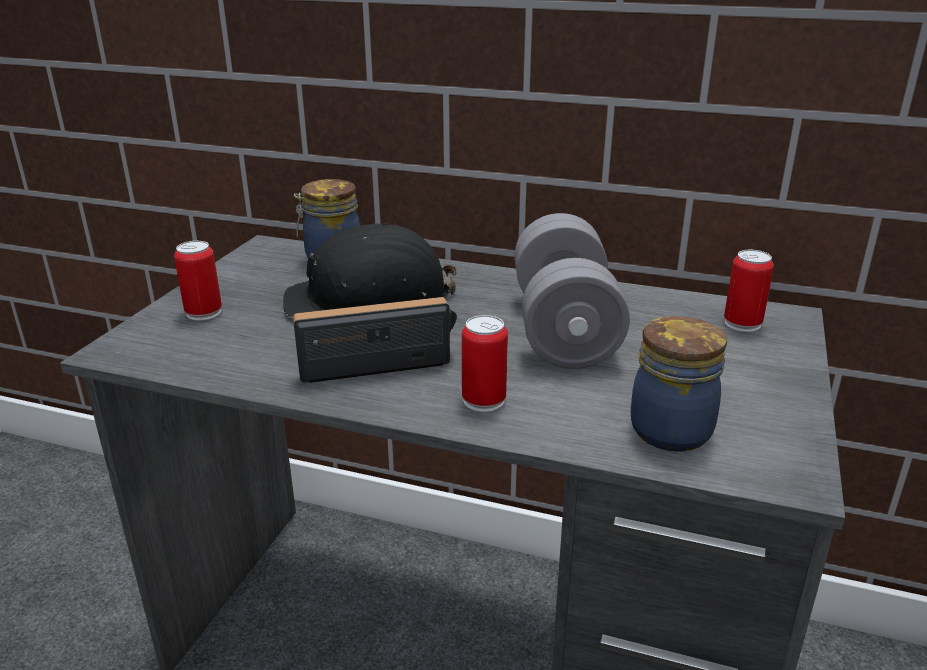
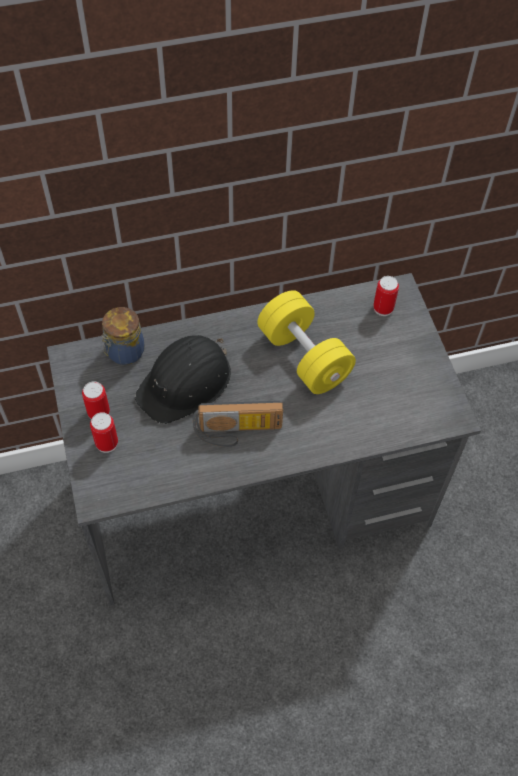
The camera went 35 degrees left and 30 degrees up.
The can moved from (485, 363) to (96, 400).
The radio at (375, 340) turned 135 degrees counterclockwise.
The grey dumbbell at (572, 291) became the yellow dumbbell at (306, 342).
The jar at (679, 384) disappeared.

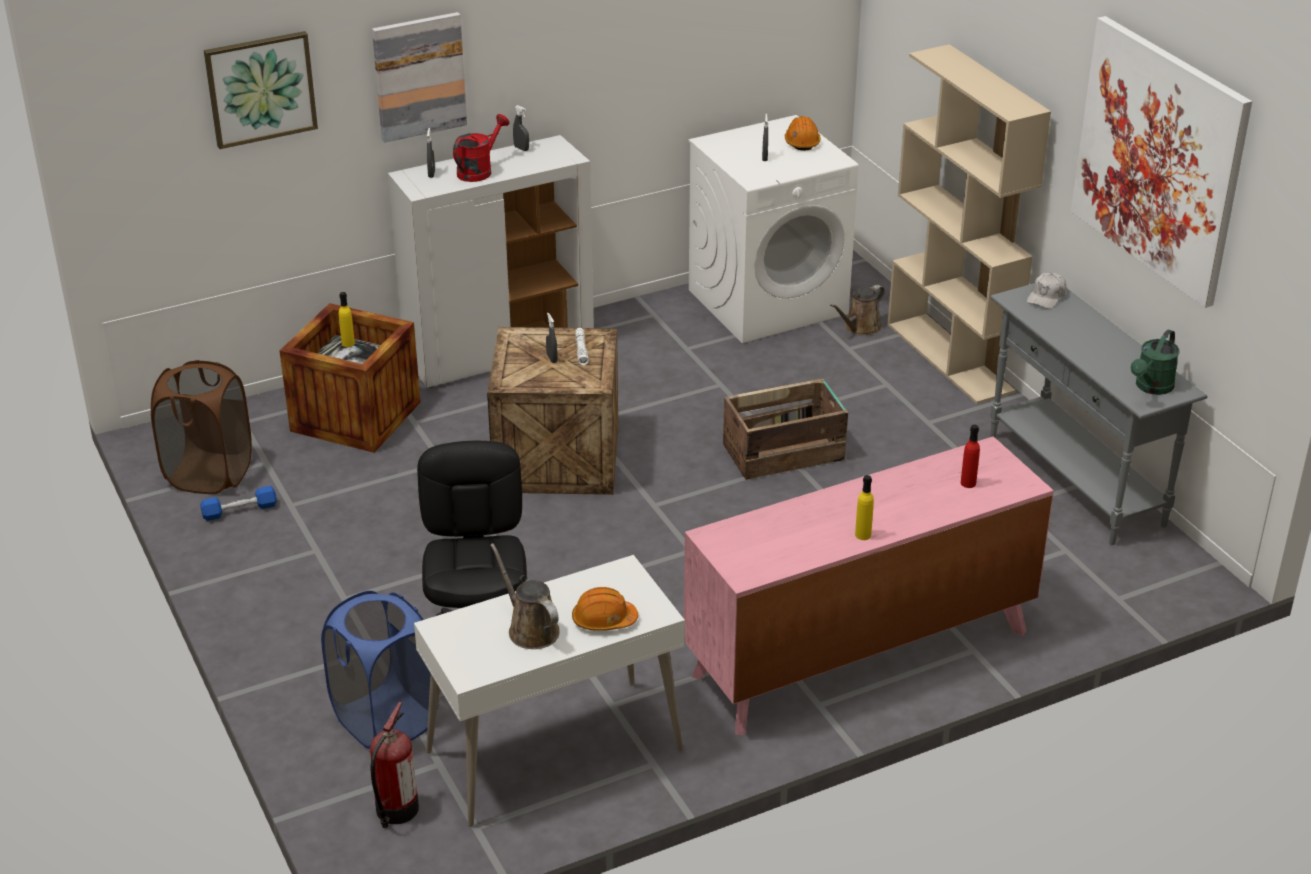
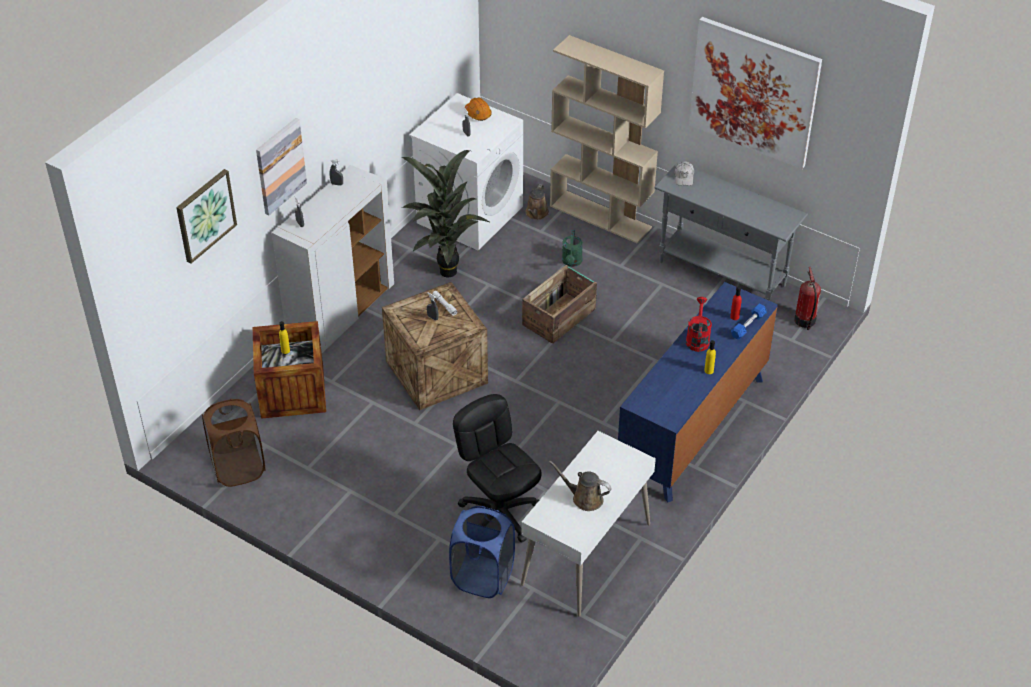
The camera went 30 degrees left and 10 degrees up.
The potted plant at (446, 213) appeared.
The green watering can moved from (1155, 362) to (572, 248).
The pink dresser at (869, 585) became the blue dresser at (698, 392).
The red watering can moved from (481, 148) to (699, 324).
The blue dumbbell moved from (238, 503) to (749, 322).
The fire extinguisher moved from (394, 765) to (807, 298).
The orange hard hat at (605, 609) disappeared.

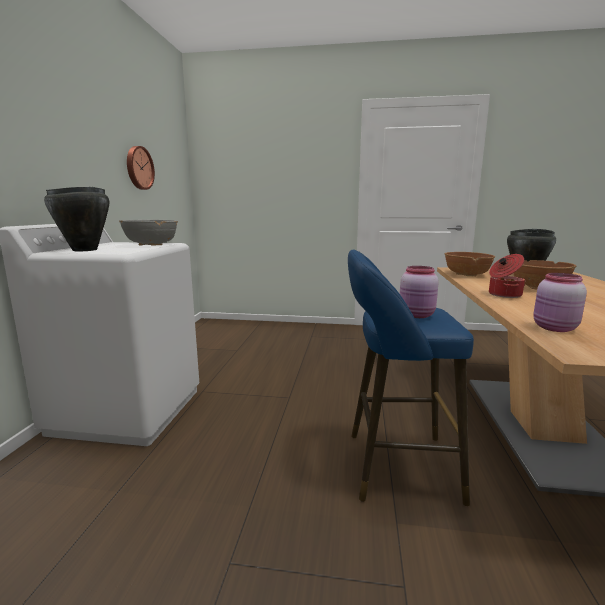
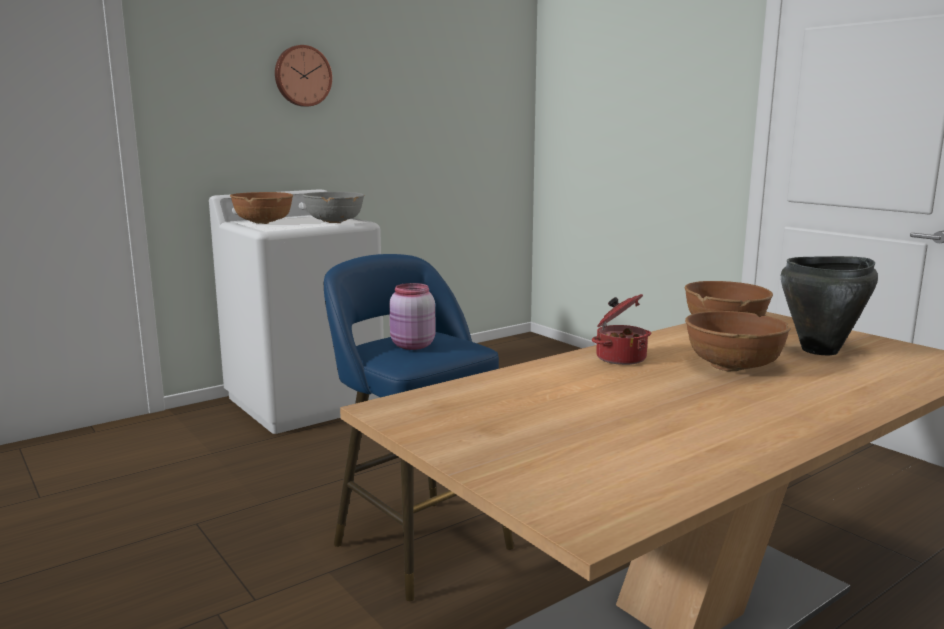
The camera went 45 degrees right and 0 degrees up.
The black cooking pot at (76, 219) was replaced by the brown bowl at (261, 208).
The wall clock moved from (141, 168) to (303, 76).
The pink jar at (560, 302) disappeared.

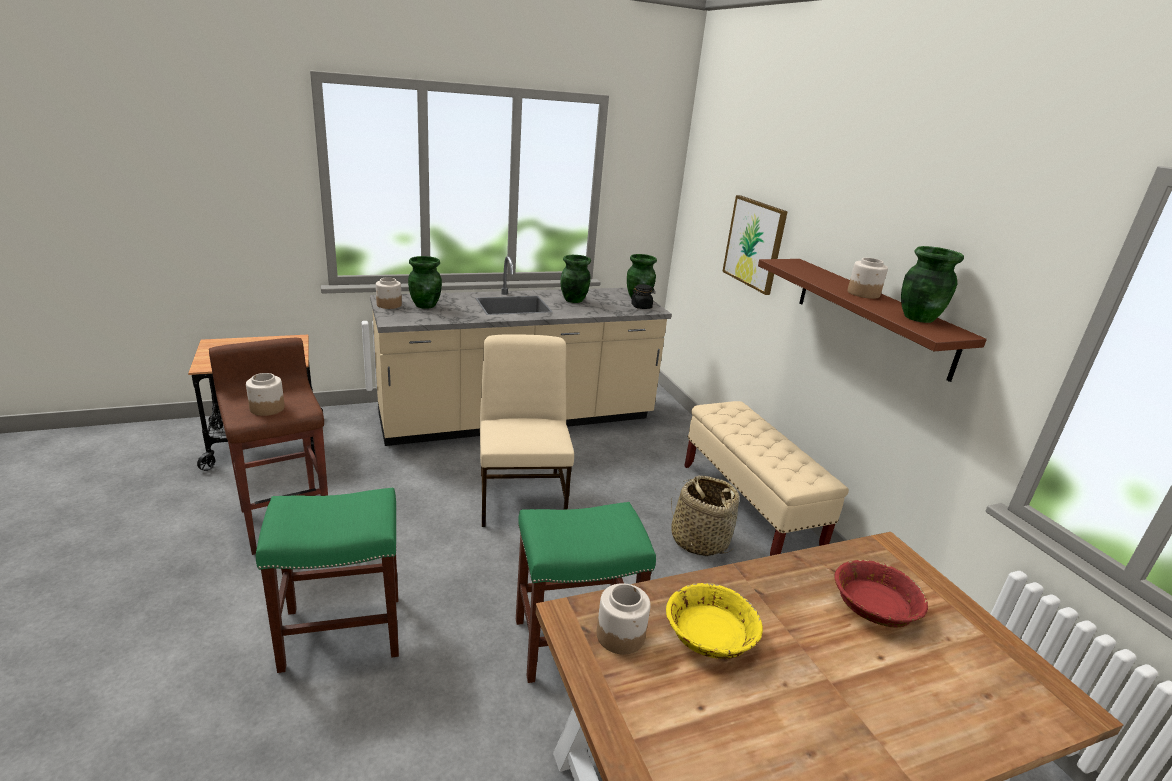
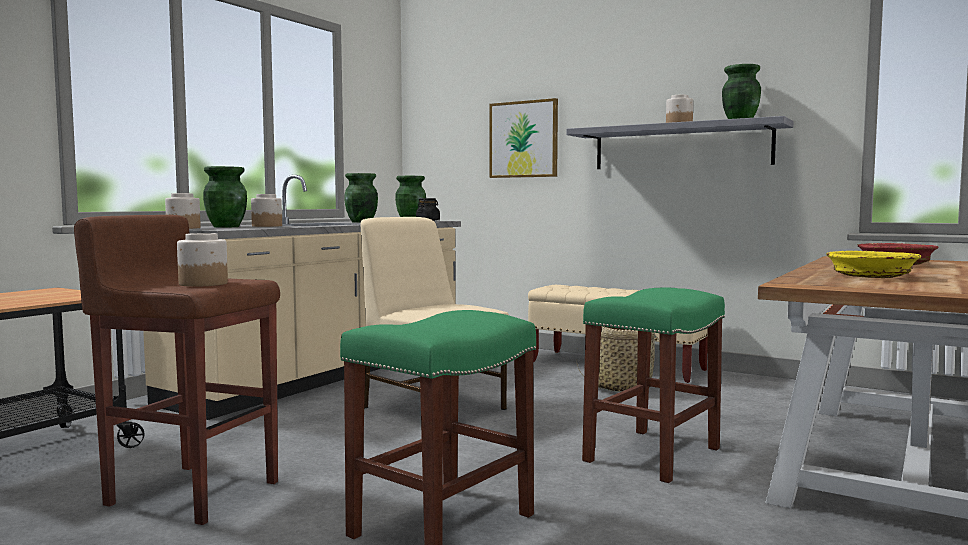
The camera went 35 degrees left and 20 degrees down.
The jar moved from (624, 619) to (266, 210).
The brown shelf at (872, 320) became the grey shelf at (680, 142).

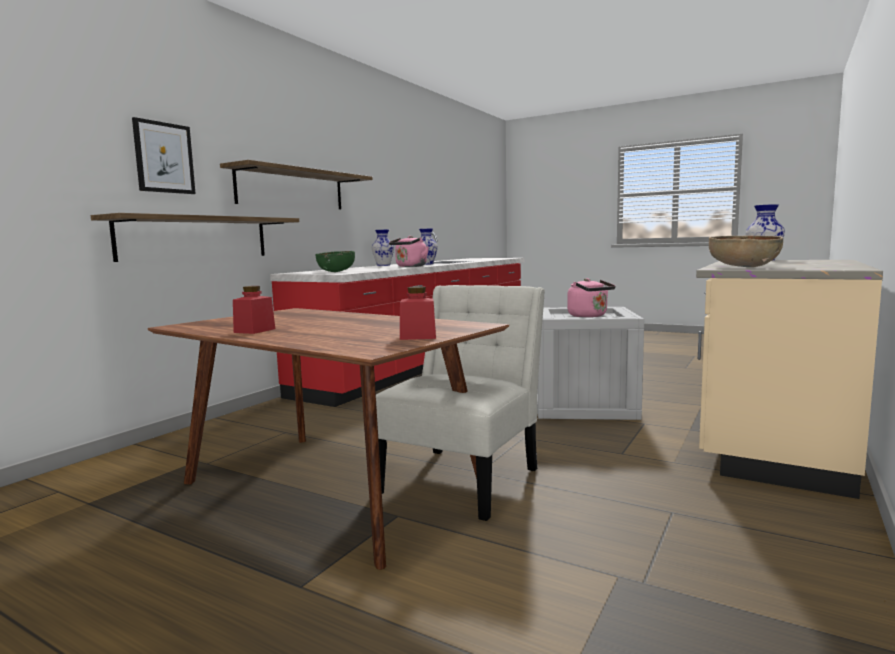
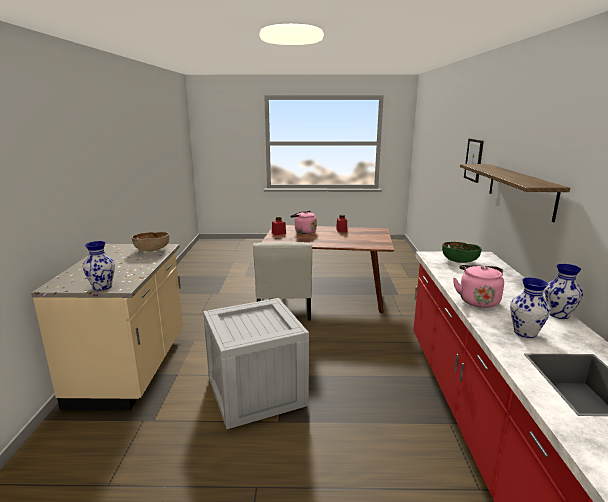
The camera went 150 degrees right and 10 degrees up.
The pink kettle moved from (591, 297) to (303, 222).
The shelf at (195, 237) disappeared.

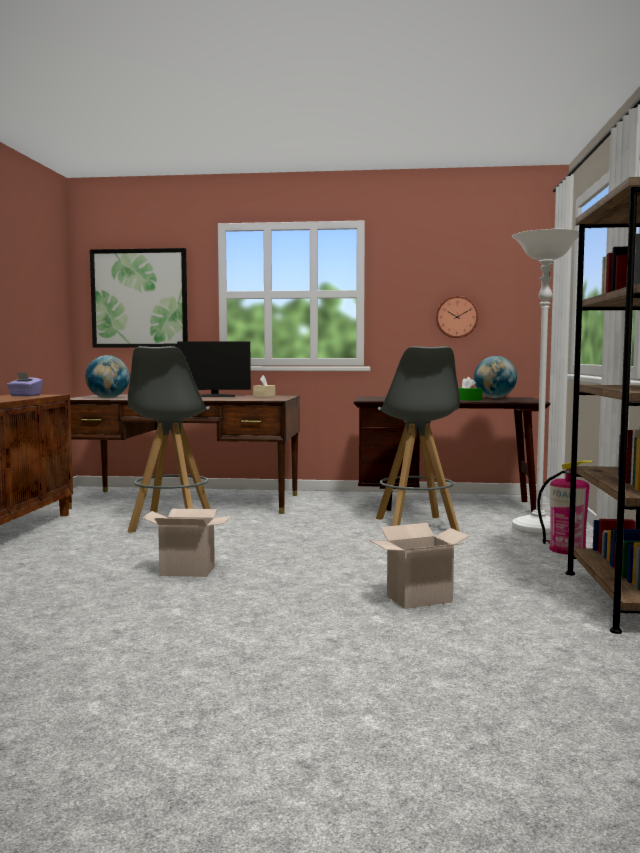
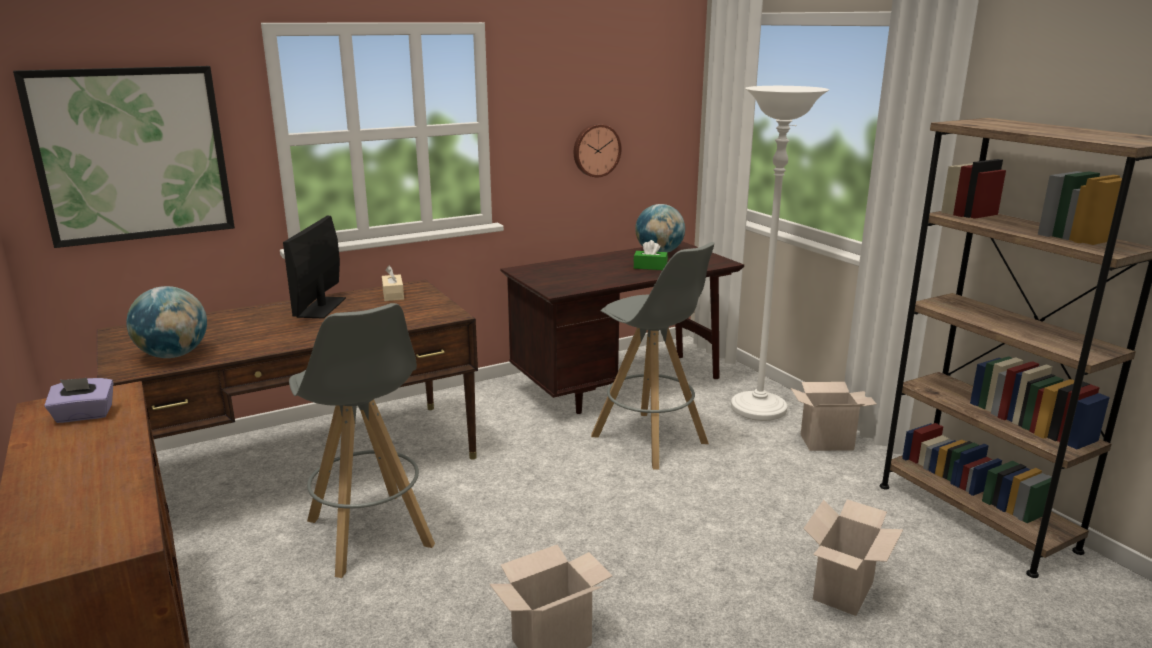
The camera went 35 degrees left and 15 degrees up.
The monitor at (214, 369) turned 135 degrees clockwise.
The fire extinguisher at (565, 507) was replaced by the cardboard box at (834, 416).

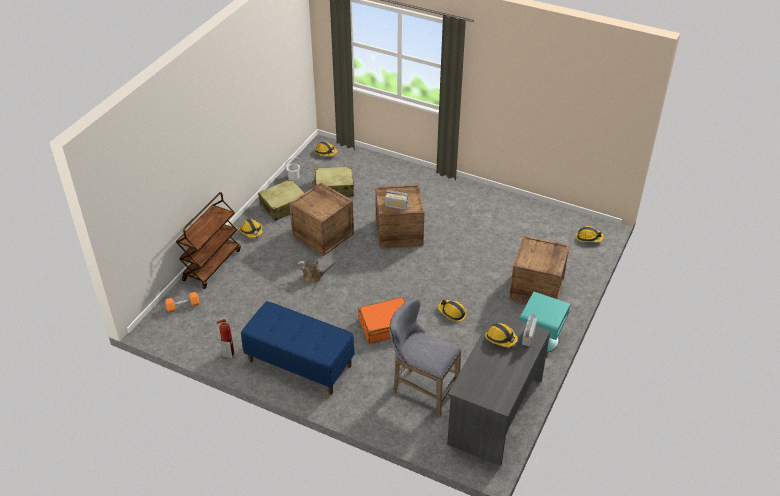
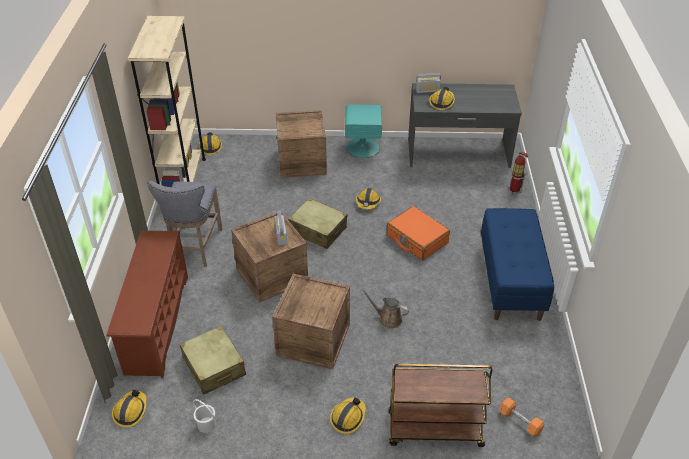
The camera went 115 degrees left and 0 degrees up.
The brown shoe rack at (147, 304) appeared.
The beige bookcase at (167, 101) appeared.
The grey stool moved from (425, 357) to (185, 224).
The beige suitcase moved from (281, 200) to (317, 223).
The brown watering can at (317, 271) turned 45 degrees counterclockwise.
The fire extinguisher moved from (226, 338) to (518, 172).

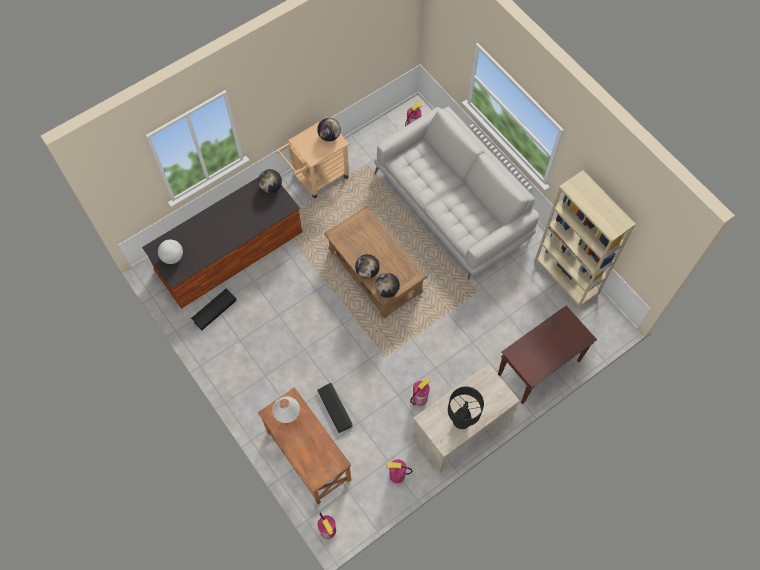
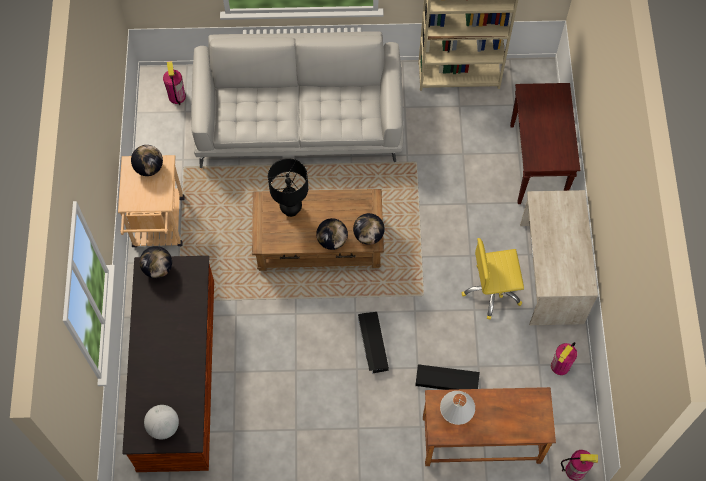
The camera went 55 degrees left and 0 degrees up.
The black table lamp moved from (466, 408) to (288, 187).
The black storage box moved from (214, 309) to (373, 342).
The fire extinguisher at (420, 391) was replaced by the yellow office chair at (493, 279).

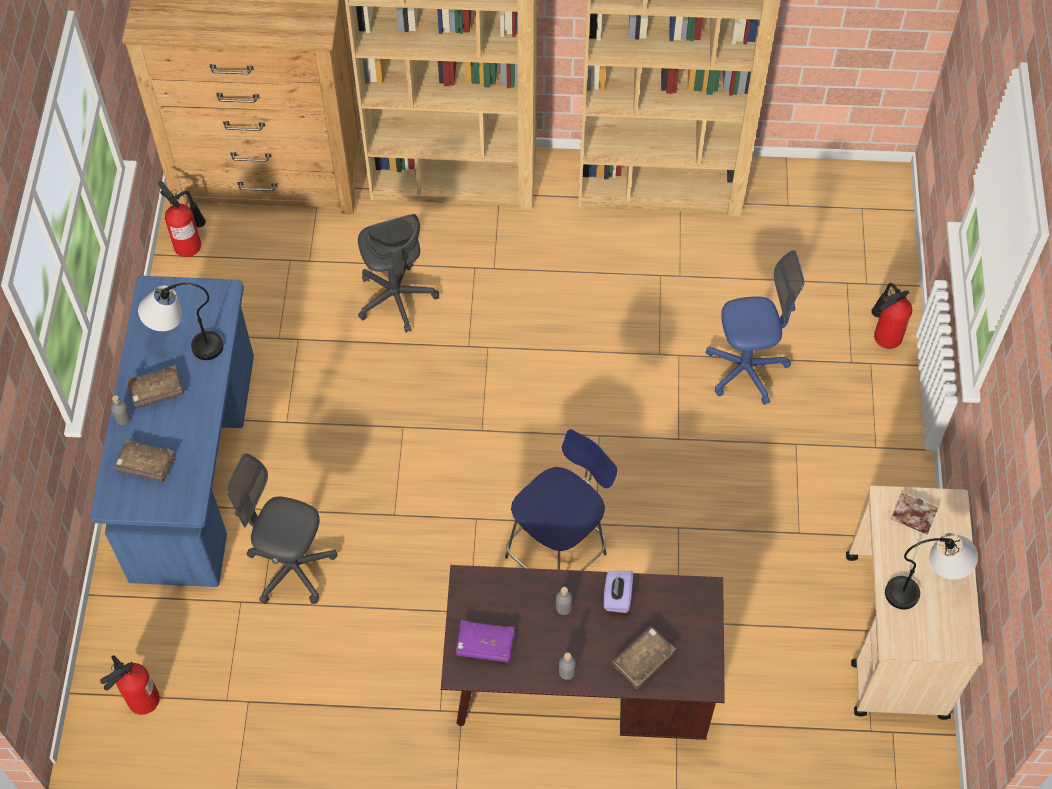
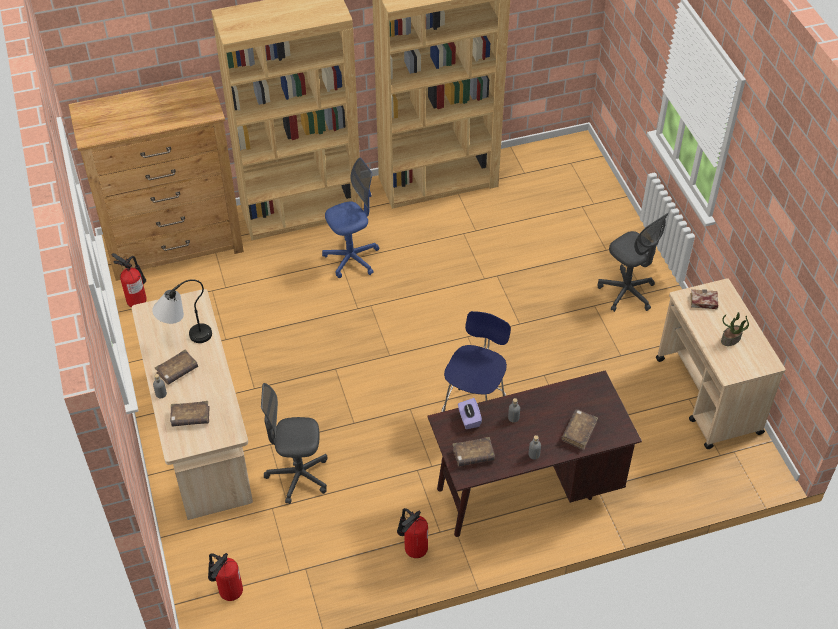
The camera went 20 degrees left and 10 degrees down.
The blue desk at (172, 431) became the beige desk at (192, 404).
The blue office chair moved from (755, 327) to (350, 218).
The fire extinguisher moved from (891, 316) to (412, 533).
The purple book at (485, 641) became the brown book at (473, 451).
The purple tissue box moved from (618, 592) to (470, 413).
The grey office chair moved from (398, 273) to (633, 262).
The table lamp at (931, 571) was replaced by the potted plant at (735, 329).

